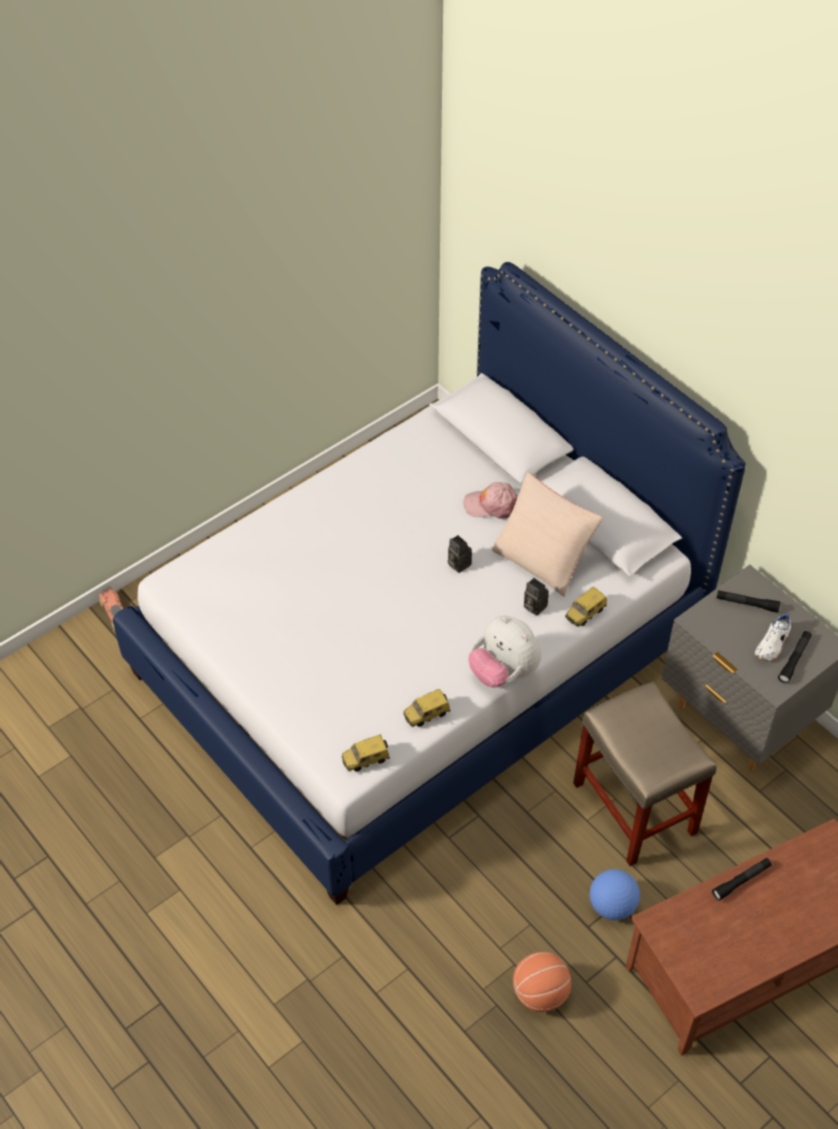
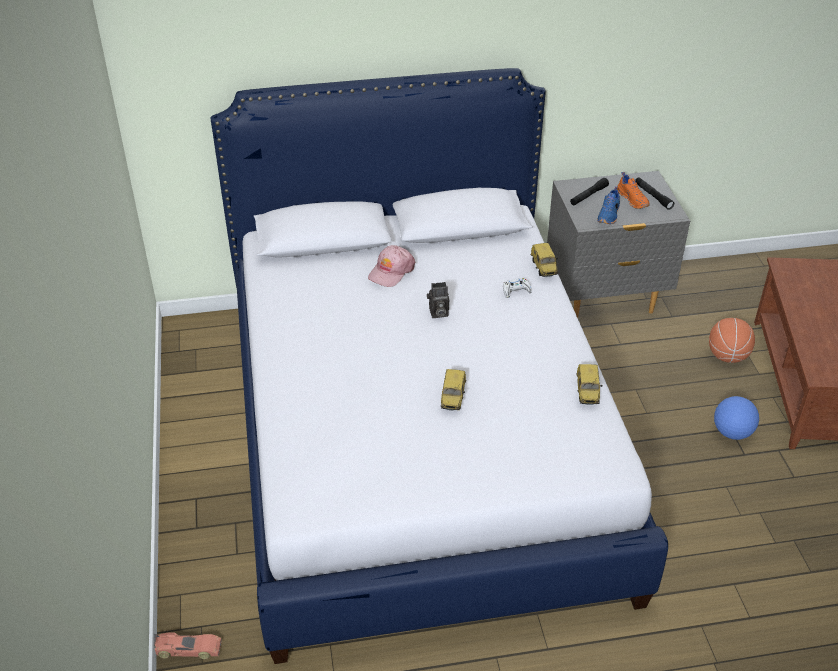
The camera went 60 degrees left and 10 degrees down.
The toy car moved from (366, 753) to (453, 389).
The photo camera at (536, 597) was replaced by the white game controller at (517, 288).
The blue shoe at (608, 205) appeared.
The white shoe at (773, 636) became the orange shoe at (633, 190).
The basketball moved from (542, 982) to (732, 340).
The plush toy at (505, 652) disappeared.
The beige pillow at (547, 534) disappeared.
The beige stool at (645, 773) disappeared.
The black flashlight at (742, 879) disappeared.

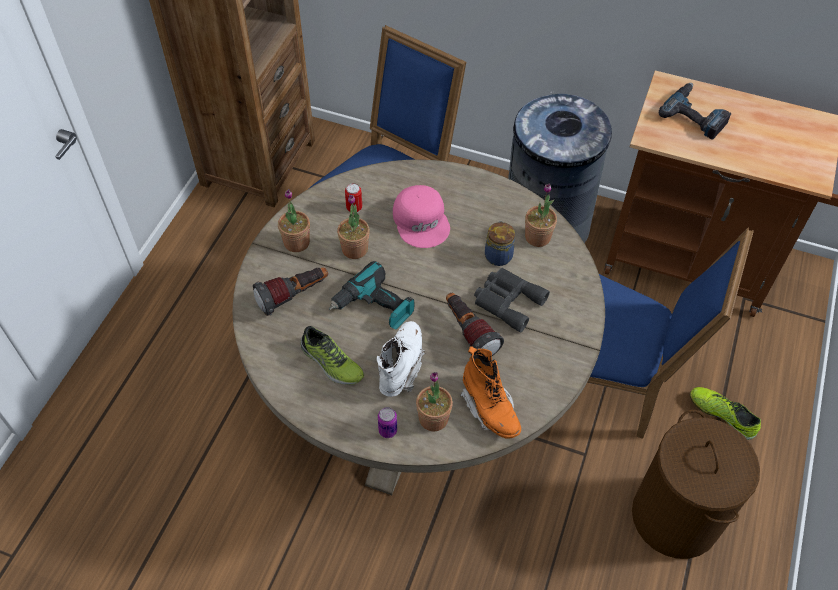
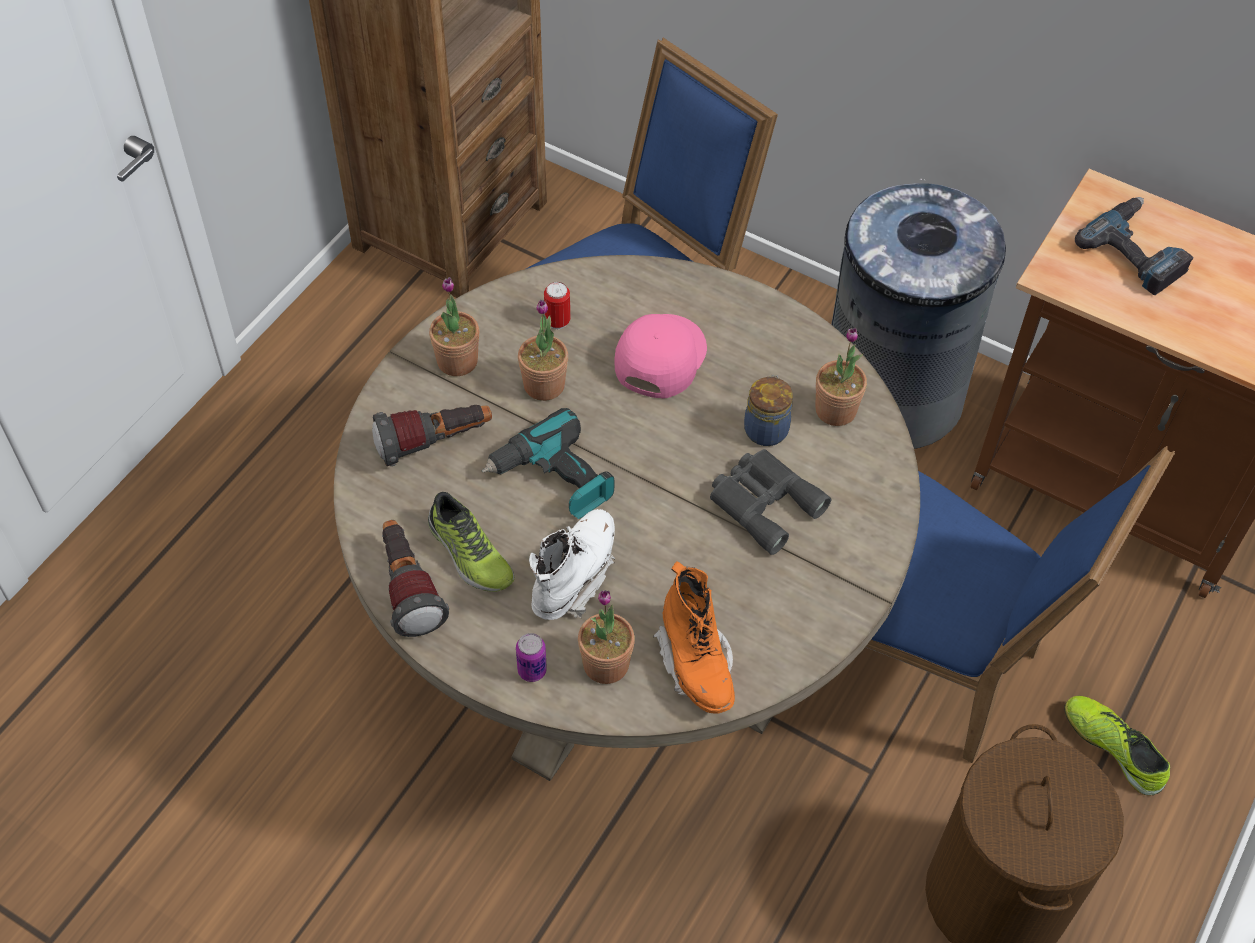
The camera went 10 degrees right and 0 degrees up.
The flashlight moved from (475, 324) to (415, 578).
The pink cap at (421, 216) turned 150 degrees counterclockwise.

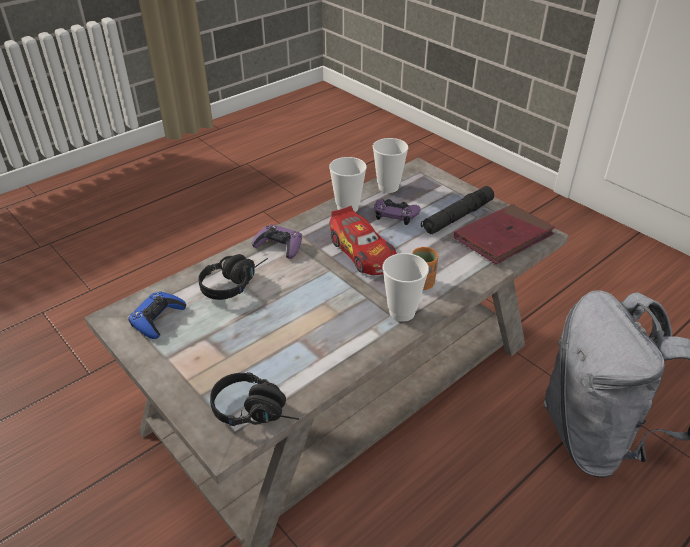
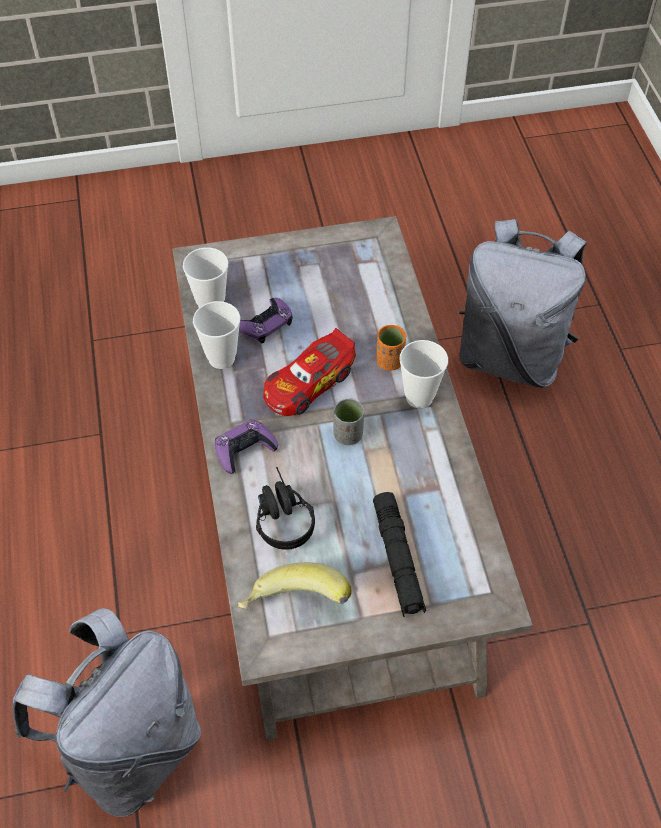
The camera went 60 degrees left and 15 degrees up.
The grey backpack at (107, 712) appeared.
The blue game controller at (157, 315) was replaced by the banana at (295, 585).
The toy car at (363, 240) turned 135 degrees clockwise.
The grey cup at (349, 421) appeared.
The black flashlight moved from (457, 210) to (399, 554).
The black headphones at (254, 399) disappeared.
The red book at (504, 234) disappeared.

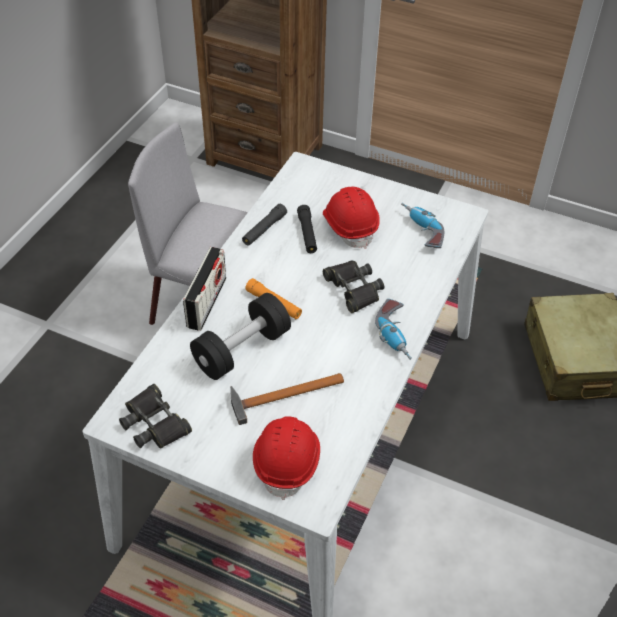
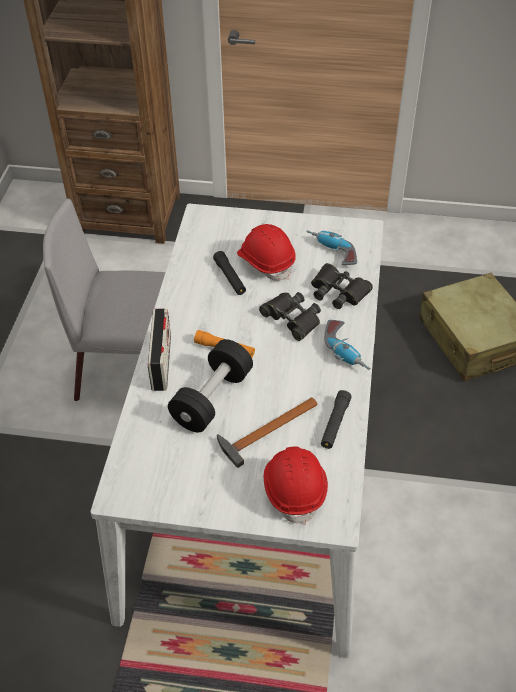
The camera went 15 degrees left and 0 degrees up.
The black binoculars moved from (155, 416) to (342, 286).
The black flashlight moved from (264, 225) to (336, 419).

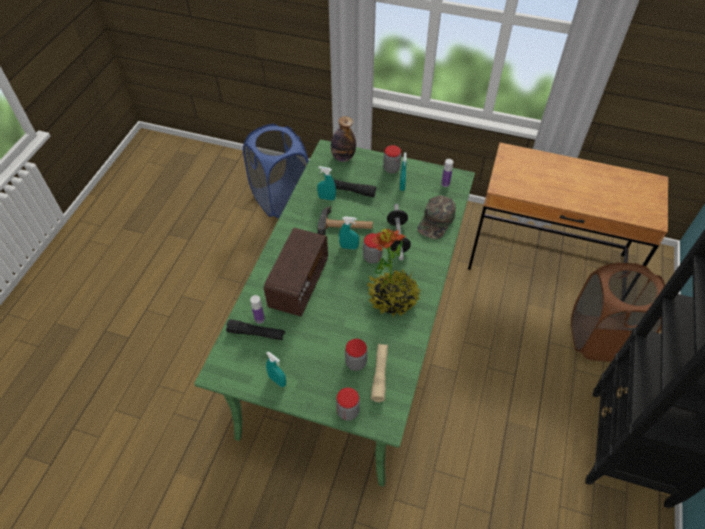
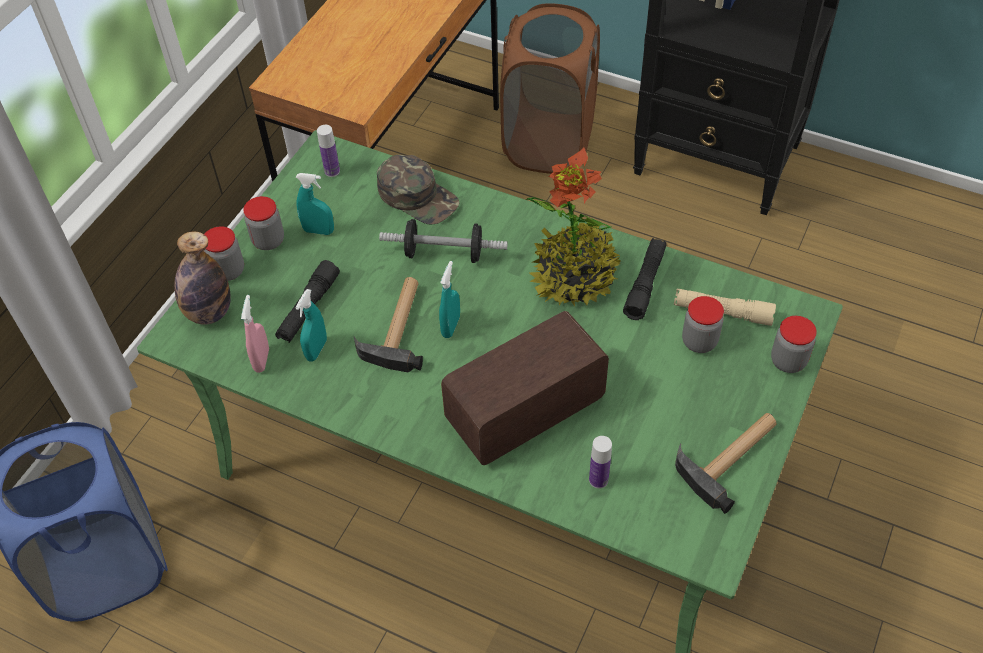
The camera went 80 degrees left and 0 degrees up.
The jar moved from (373, 248) to (224, 253).
The pink spray bottle at (255, 334) appeared.
The radio at (296, 272) turned 60 degrees counterclockwise.
The black flashlight moved from (255, 329) to (645, 279).
The turquoise spray bottle at (276, 369) was replaced by the hammer at (726, 463).

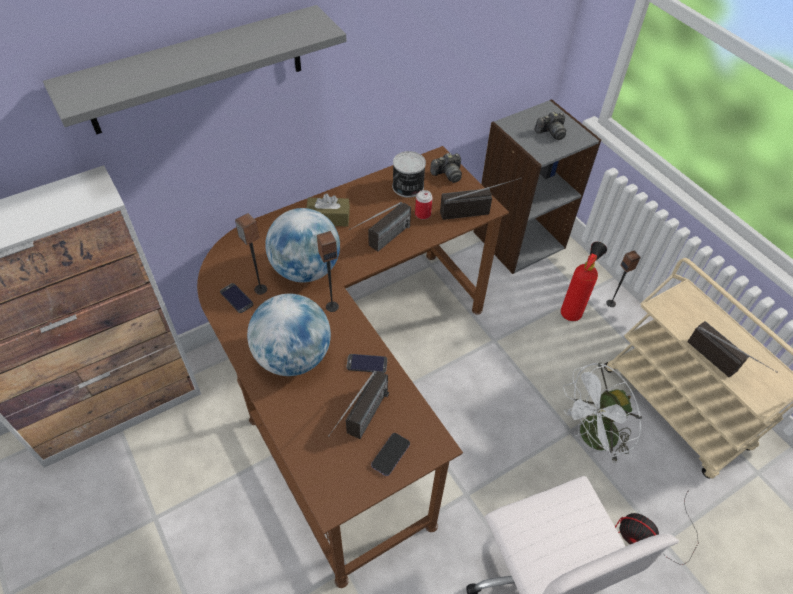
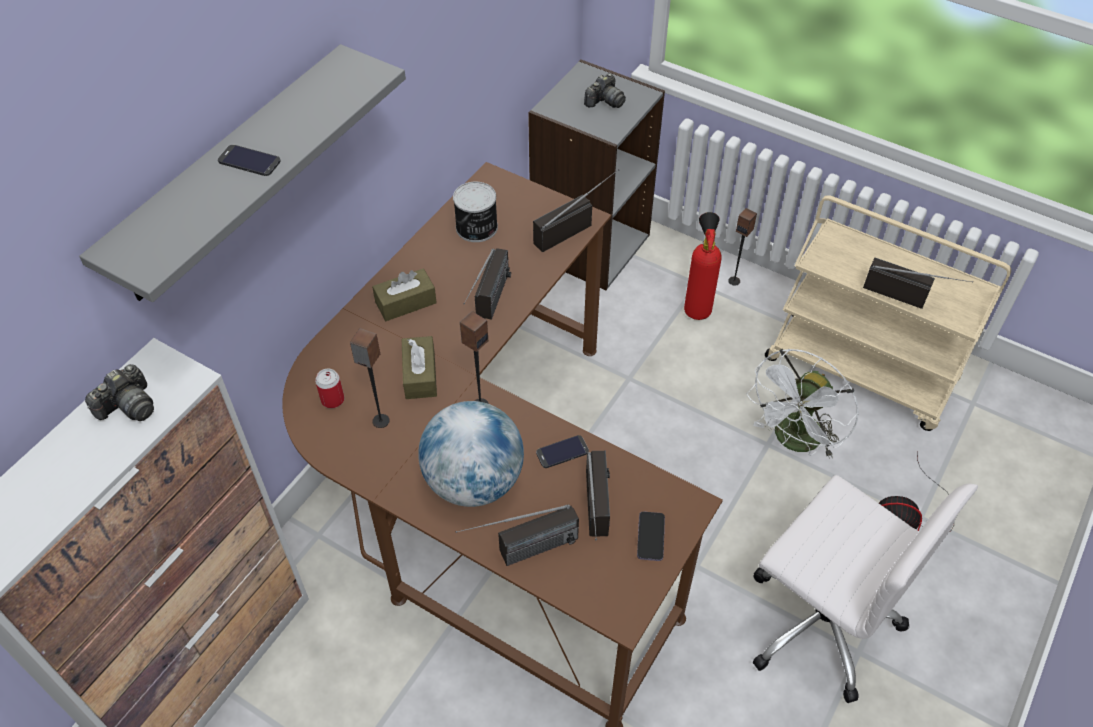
The camera went 25 degrees left and 0 degrees up.
The photo camera moved from (446, 168) to (119, 392).
The phone moved from (236, 298) to (249, 160).
The can moved from (424, 204) to (329, 388).
The globe at (302, 245) was replaced by the brown tissue box at (419, 367).
The radio at (517, 535) appeared.

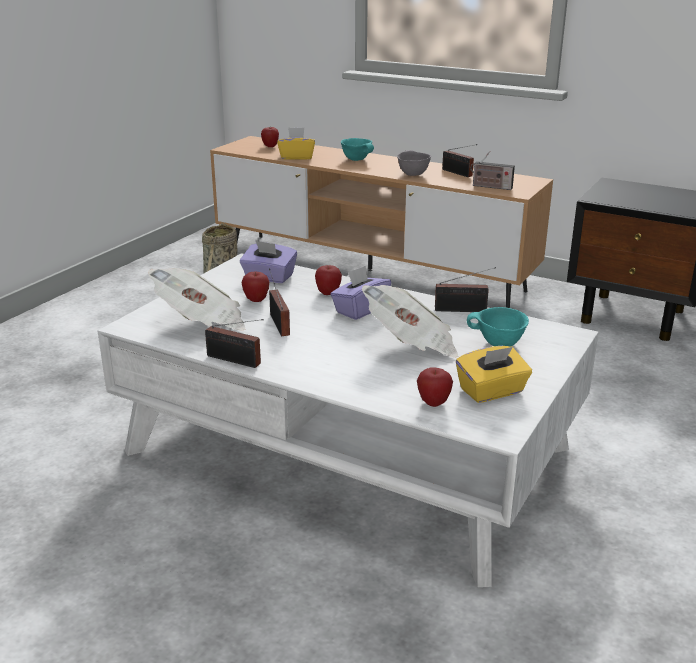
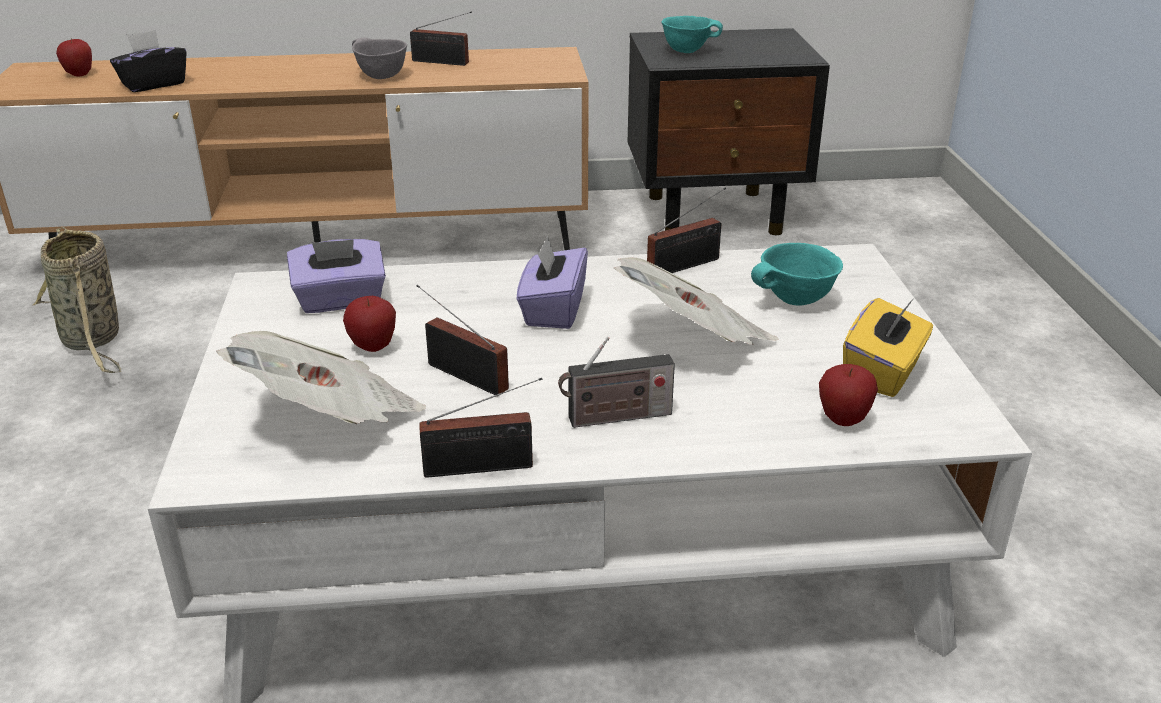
The camera went 35 degrees left and 5 degrees up.
The yellow tissue box at (296, 143) became the black tissue box at (148, 61).
The radio moved from (492, 170) to (616, 382).
The turquoise bowl moved from (357, 149) to (692, 34).
The apple at (328, 280) disappeared.

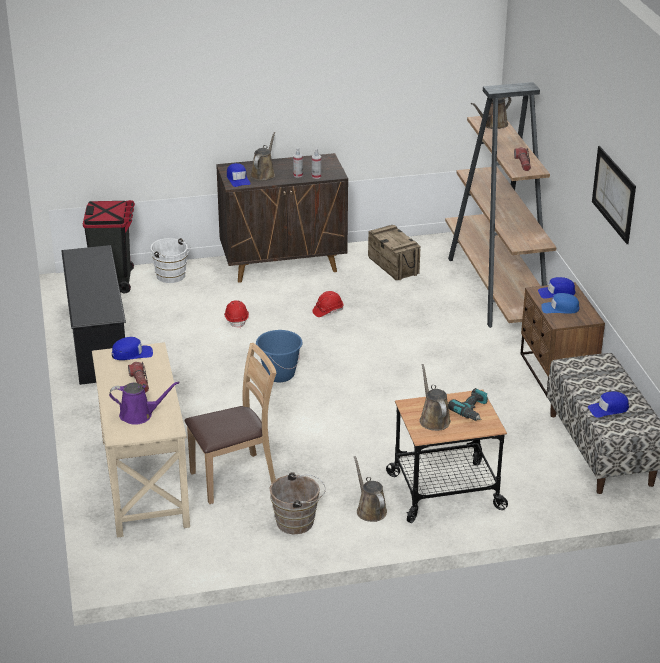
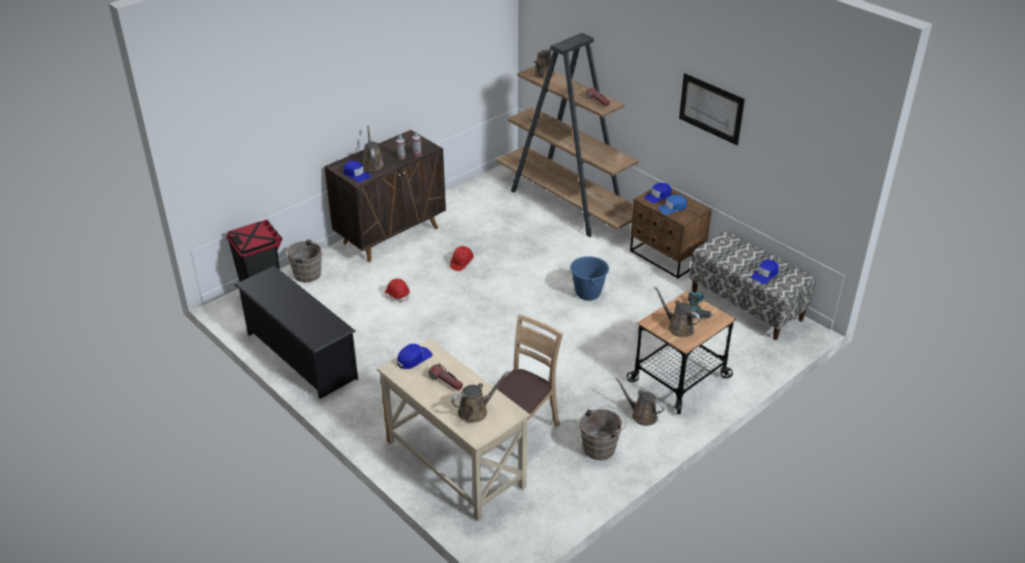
The camera went 30 degrees left and 5 degrees up.
The white bucket at (171, 260) became the brown bucket at (306, 261).
The purple watering can at (144, 403) became the brown watering can at (480, 396).
The blue bucket moved from (279, 356) to (589, 278).
The crate at (394, 252) disappeared.

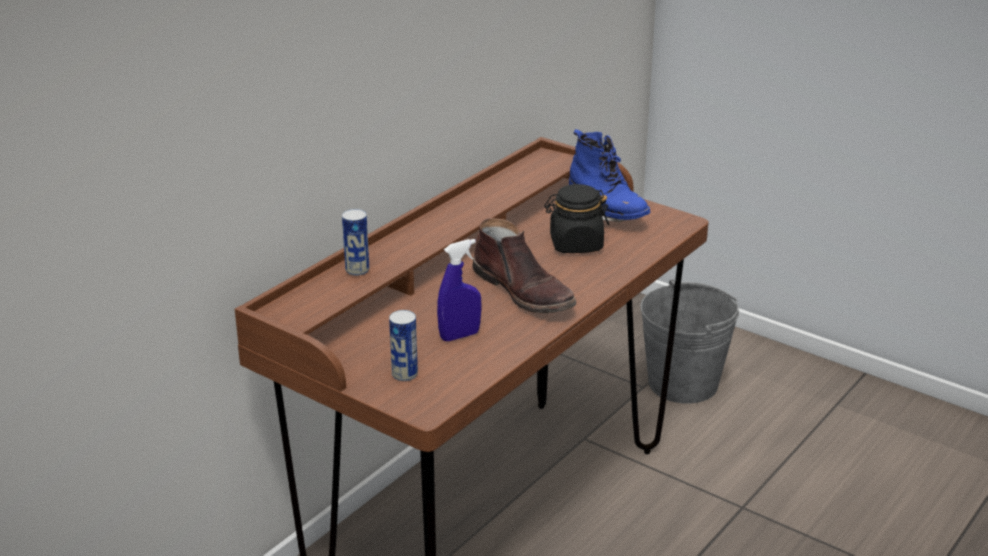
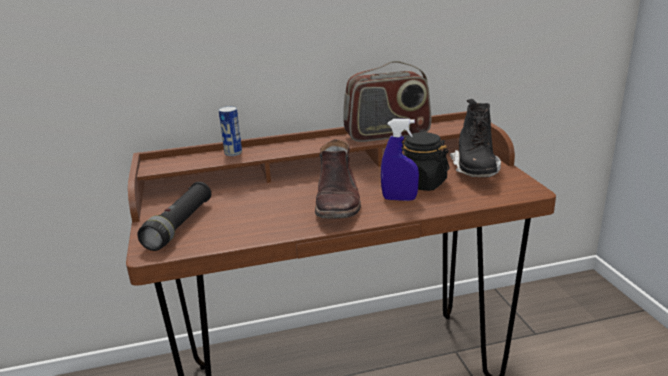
The camera went 40 degrees right and 5 degrees down.
The can at (403, 345) was replaced by the black flashlight at (174, 216).
The radio at (387, 101) appeared.
The blue spray bottle moved from (459, 290) to (400, 160).
The blue boot at (610, 175) became the black boot at (475, 138).
The grey bucket at (689, 341) disappeared.

